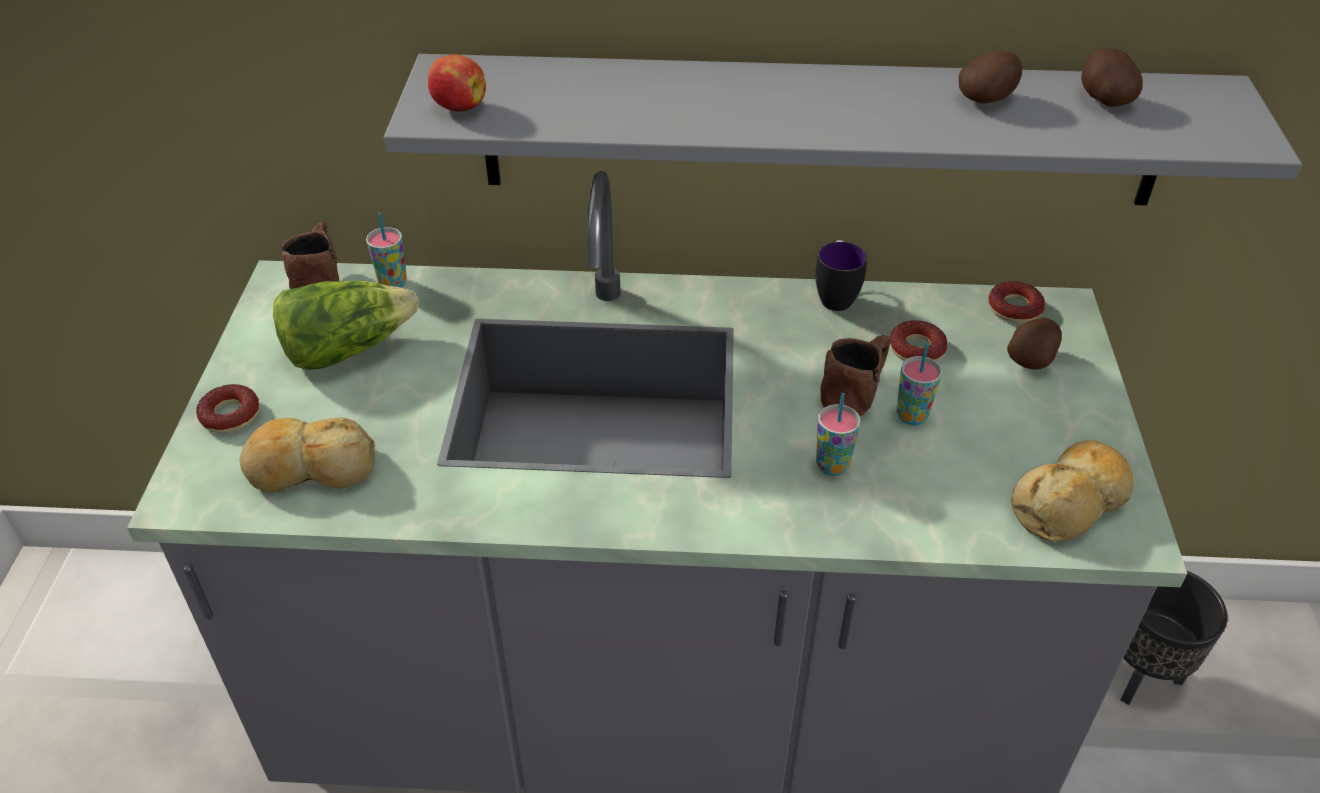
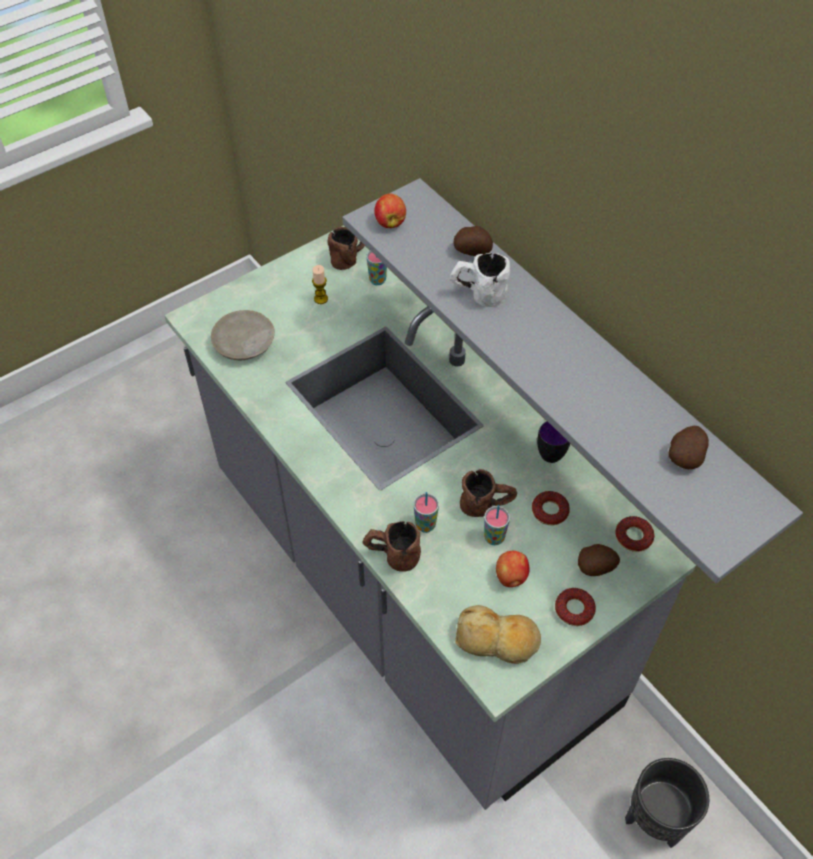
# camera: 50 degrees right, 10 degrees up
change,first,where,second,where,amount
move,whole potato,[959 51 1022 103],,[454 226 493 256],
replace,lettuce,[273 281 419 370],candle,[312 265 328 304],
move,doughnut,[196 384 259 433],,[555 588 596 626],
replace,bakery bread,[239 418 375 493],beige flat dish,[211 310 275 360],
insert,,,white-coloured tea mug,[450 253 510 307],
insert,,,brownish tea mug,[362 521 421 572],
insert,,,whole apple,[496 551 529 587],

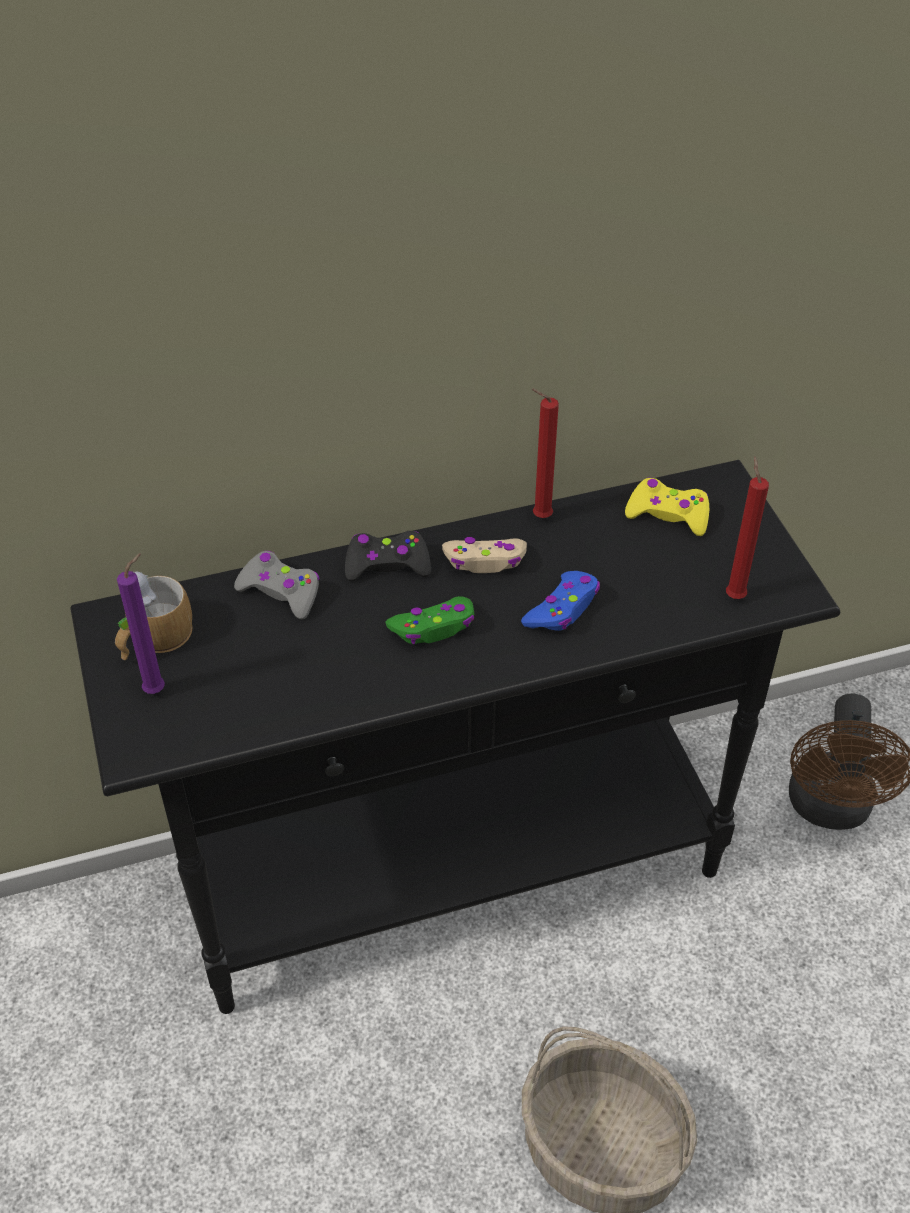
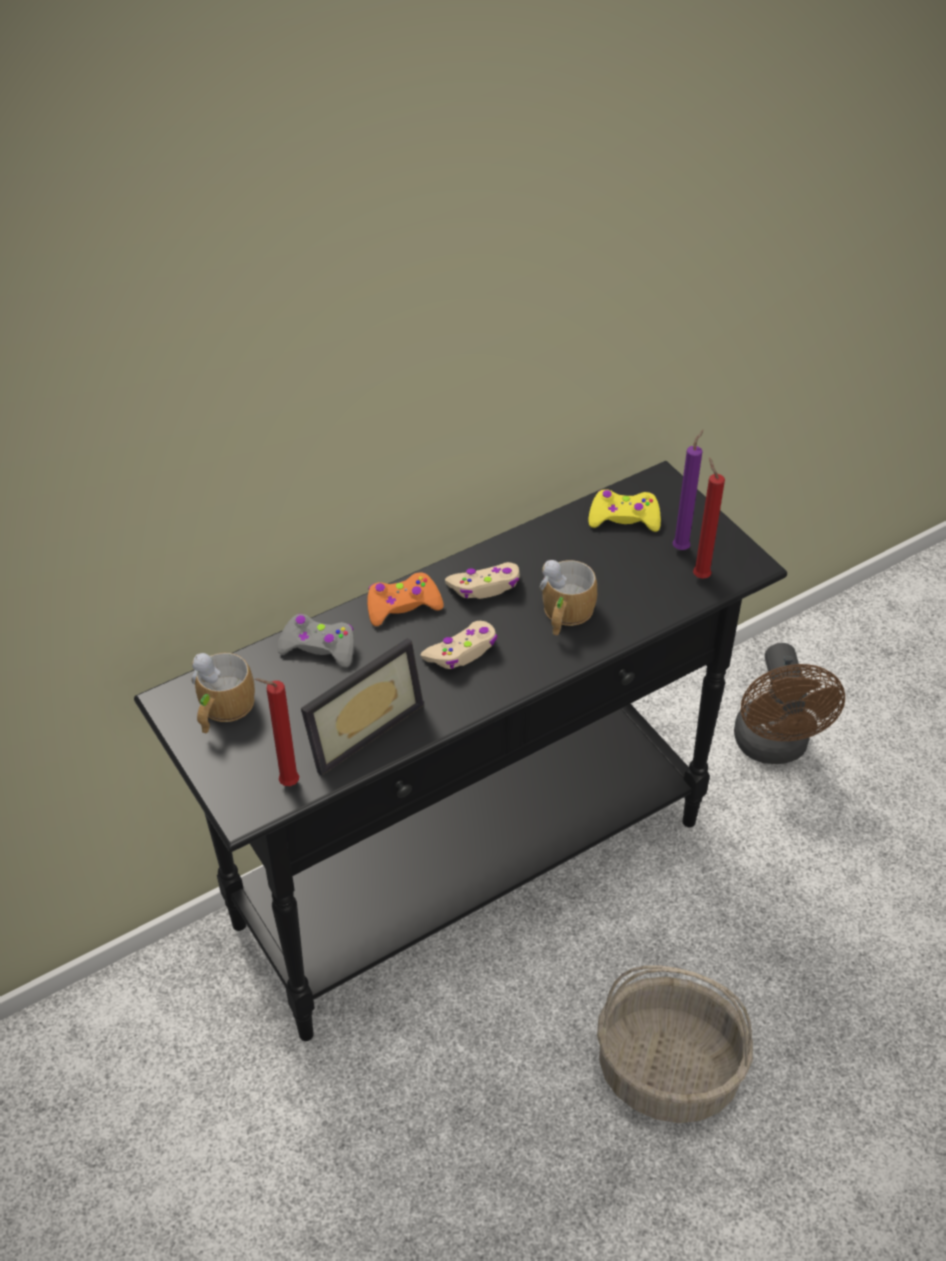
# camera: 15 degrees left, 0 degrees up
change,first,where,second,where,amount
move,red-coloured candle,[532 389 559 518],,[255 678 299 786],
recolor,blackish game controller,[345 531 431 581],orange game controller,[367 572 444 626],
move,purple candle,[117 553 165 694],,[673 430 703 550],
replace,blue-coloured game controller,[521 571 600 631],tea mug,[540 560 597 635],
recolor,green game controller,[385 596 474 644],beige game controller,[420 621 497 669],
insert,,,photo frame,[301 638 424 776],

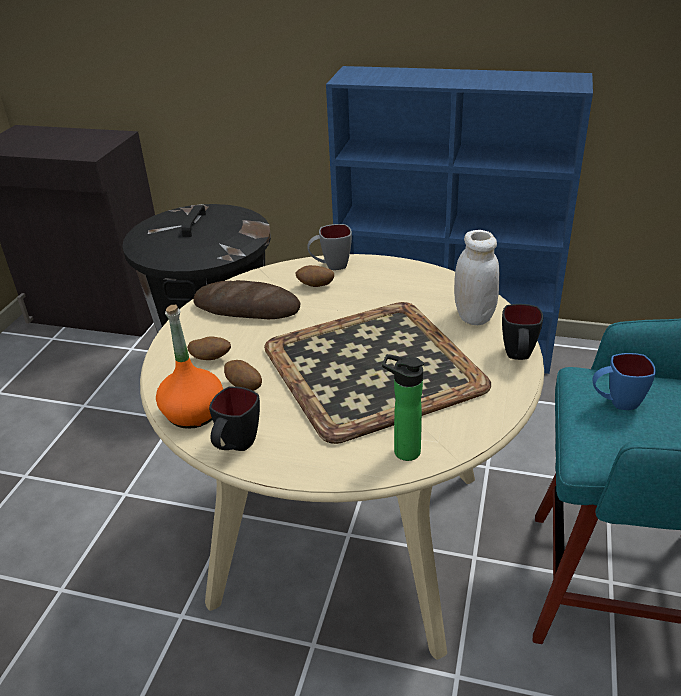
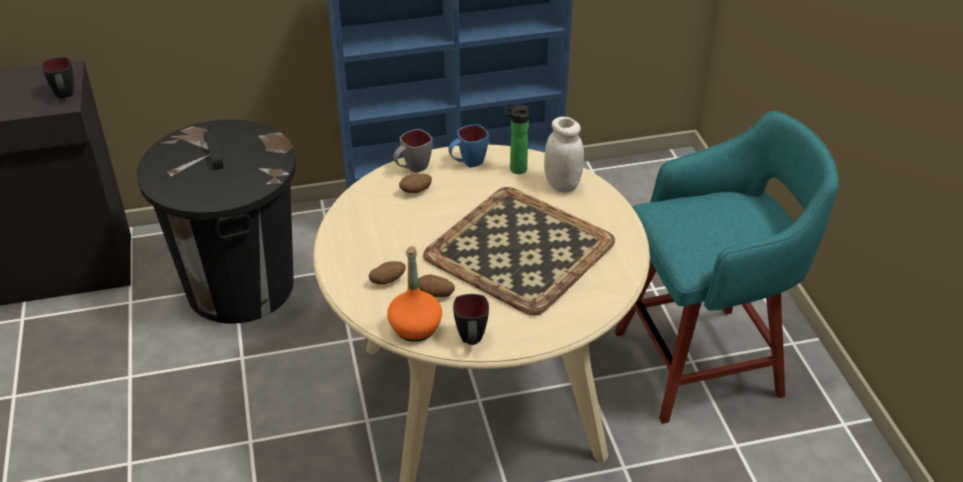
# camera: 30 degrees left, 5 degrees up
change,first,where,second,where,amount
delete,bakery bread,[193 280 300 319],,,
move,blackish tea mug,[502 304 543 360],,[42 57 74 98],
move,blue-coloured tea mug,[592 353 656 410],,[448 124 489 167],
move,drink bottle,[382 354 424 461],,[504 105 530 174],

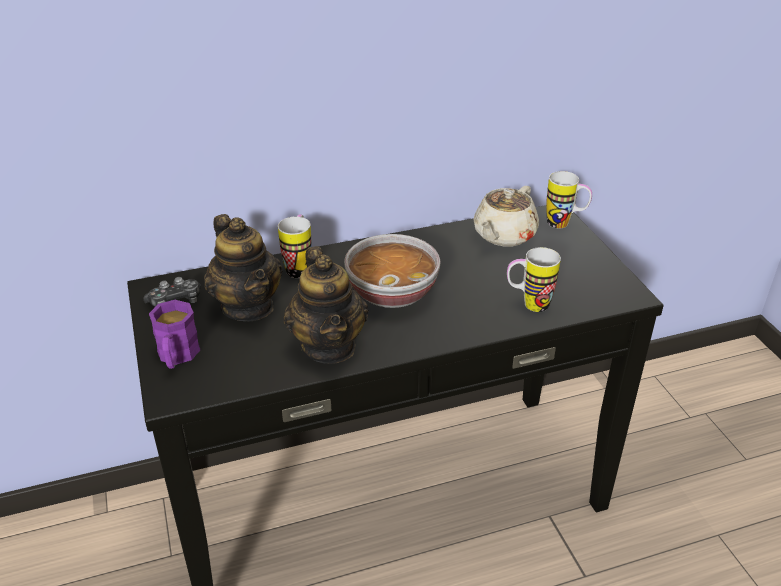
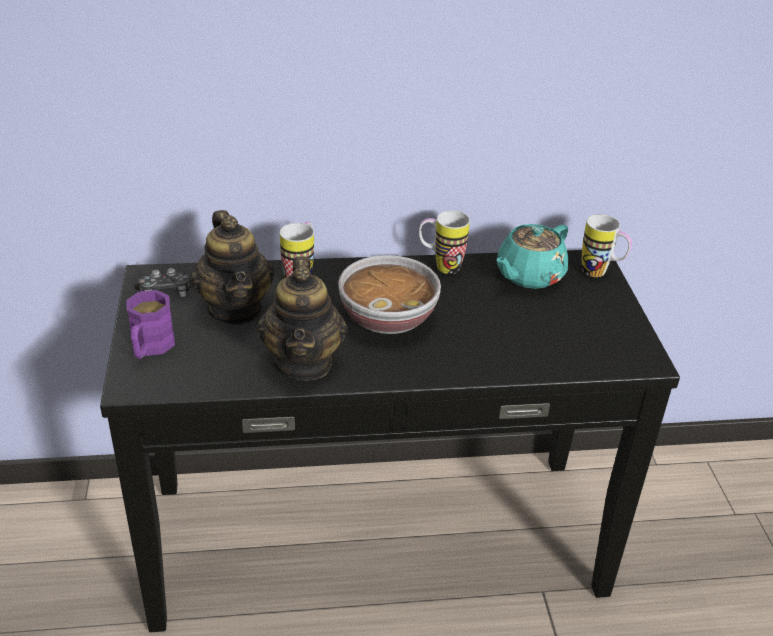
# camera: 10 degrees right, 0 degrees up
change,first,where,second,where,amount
recolor,beige tea pot,[473 186 539 247],turquoise-coloured tea pot,[497 224 568 289],
move,tea mug,[507 247 561 312],,[419 211 470 274],

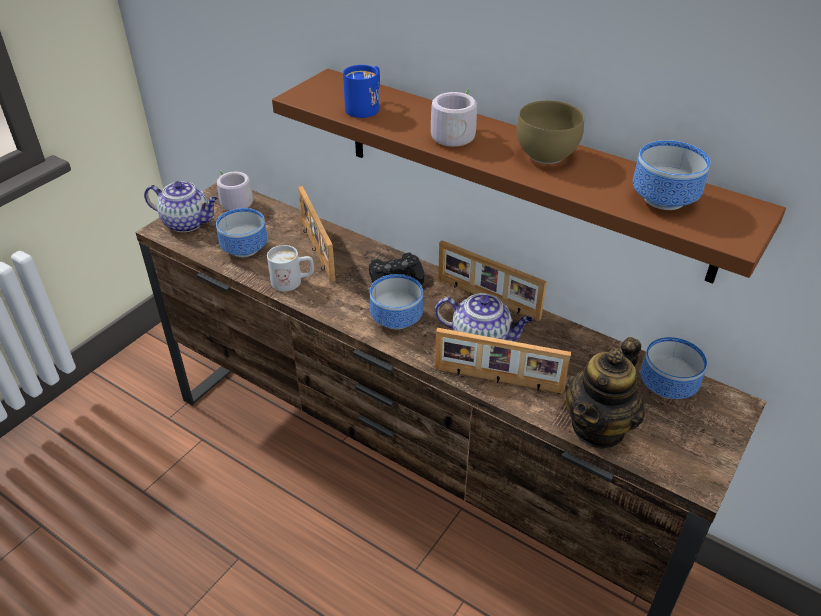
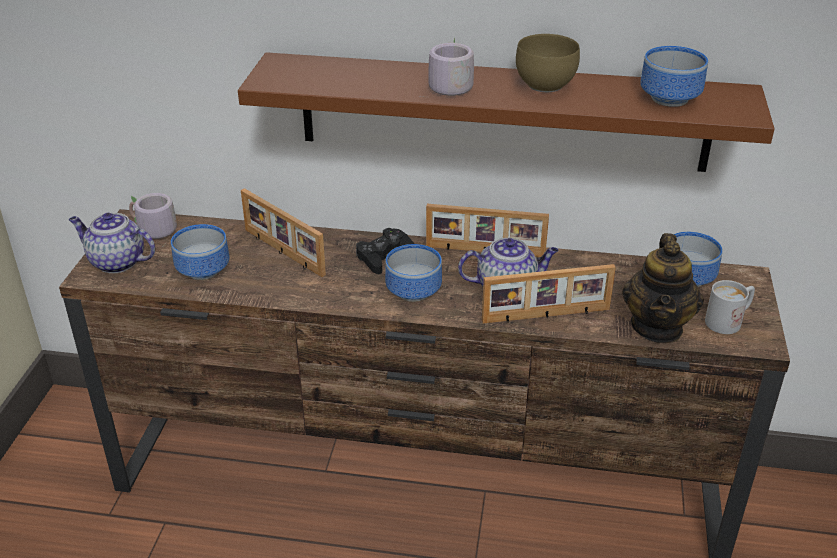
# camera: 25 degrees left, 5 degrees down
change,first,where,second,where,amount
delete,blue-coloured tea mug,[343 65 380 118],,,
rotate,tea pot,[144 181 218 232],,[69 213 155 273],150 degrees counterclockwise
move,white-coloured tea mug,[267 245 314 291],,[705 280 755 334],

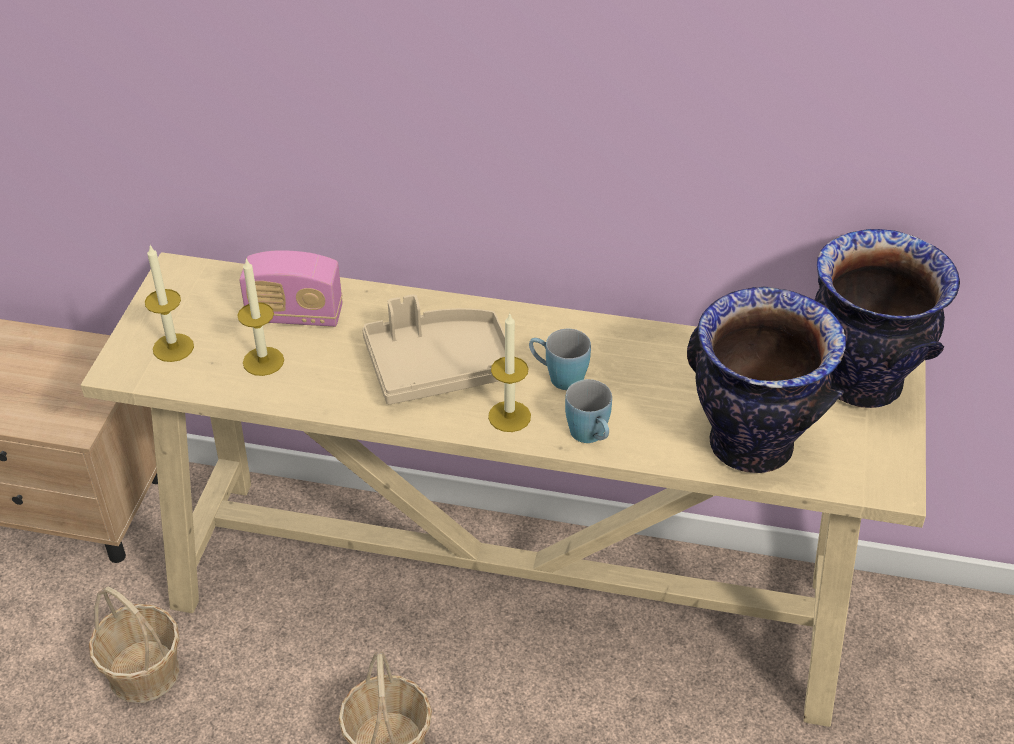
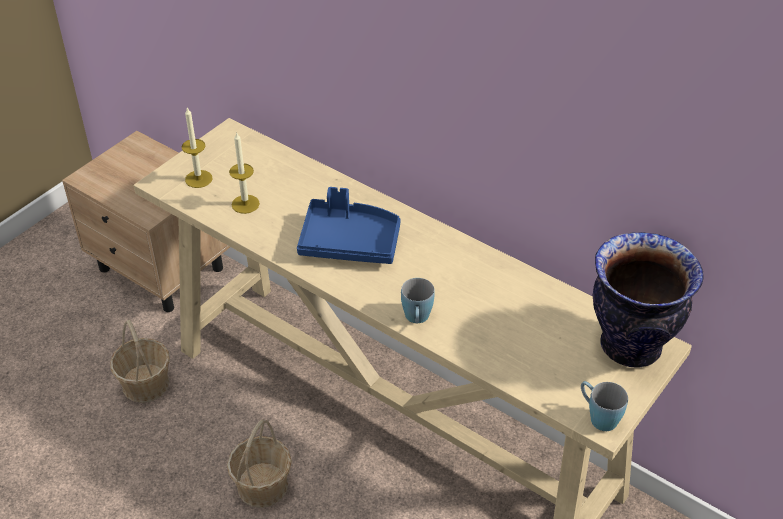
# camera: 25 degrees right, 0 degrees up
change,first,where,second,where,amount
delete,radio set,[239 250 342 327],,,
delete,flower vase,[687 286 846 473],,,
recolor,beige tray,[362 294 515 405],blue-coloured tray,[297 187 401 264],
delete,candle,[488 312 531 432],,,
move,blue-coloured tea mug,[529 329 591 390],,[581 381 628 431],

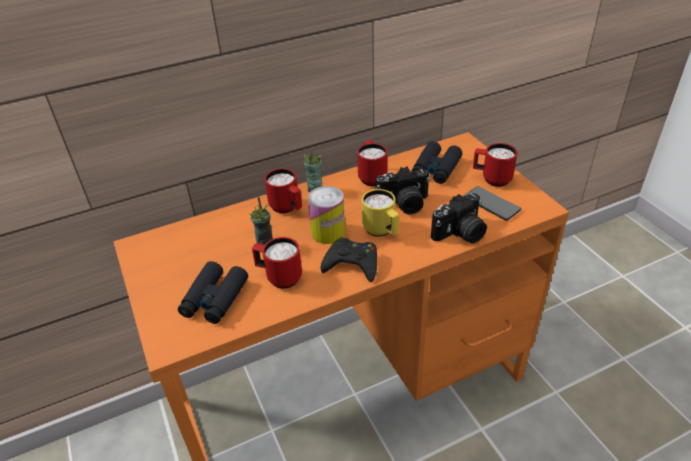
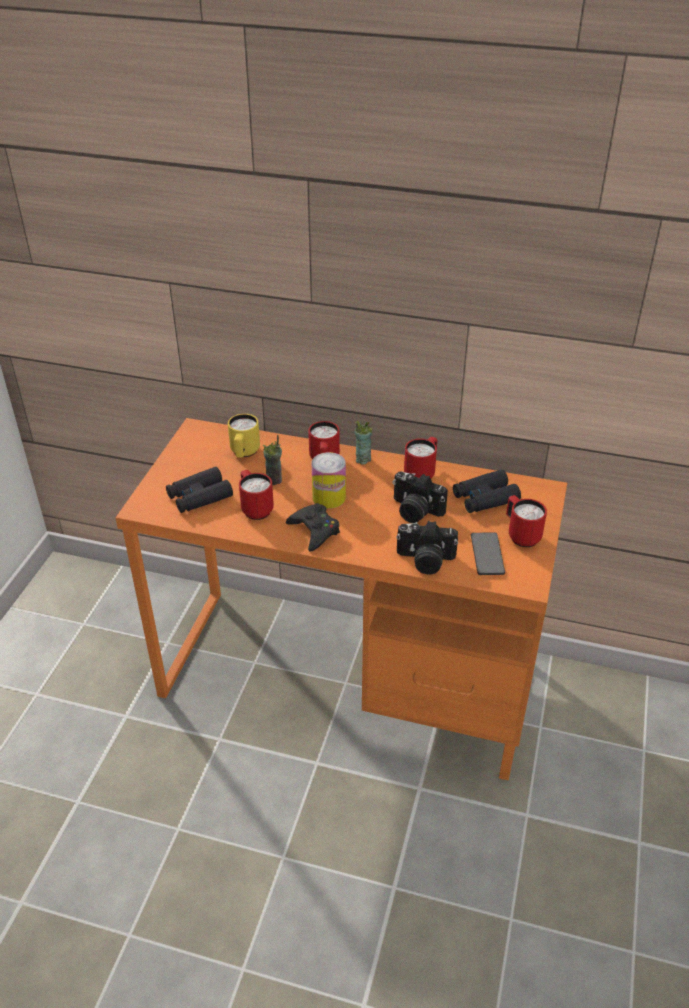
# camera: 40 degrees right, 0 degrees up
change,first,where,second,where,amount
move,yellowish tea mug,[362 189 399 236],,[228 414 260 458],

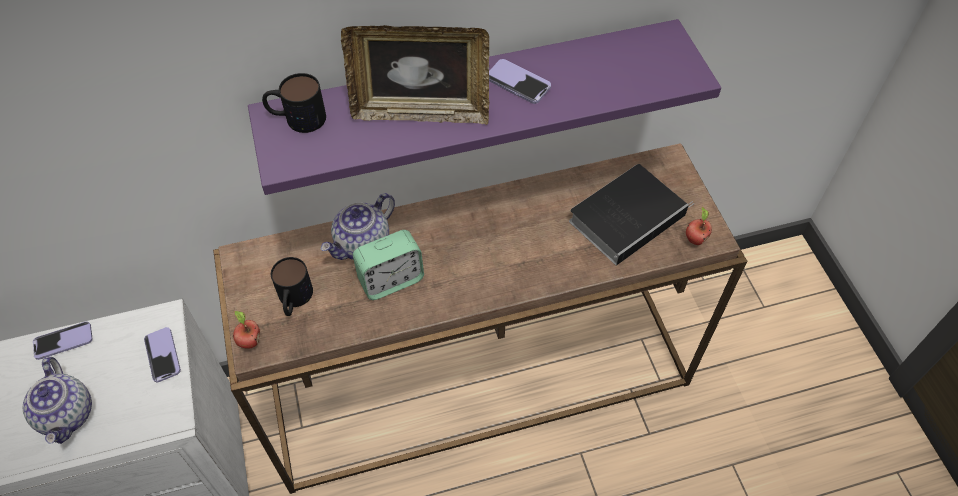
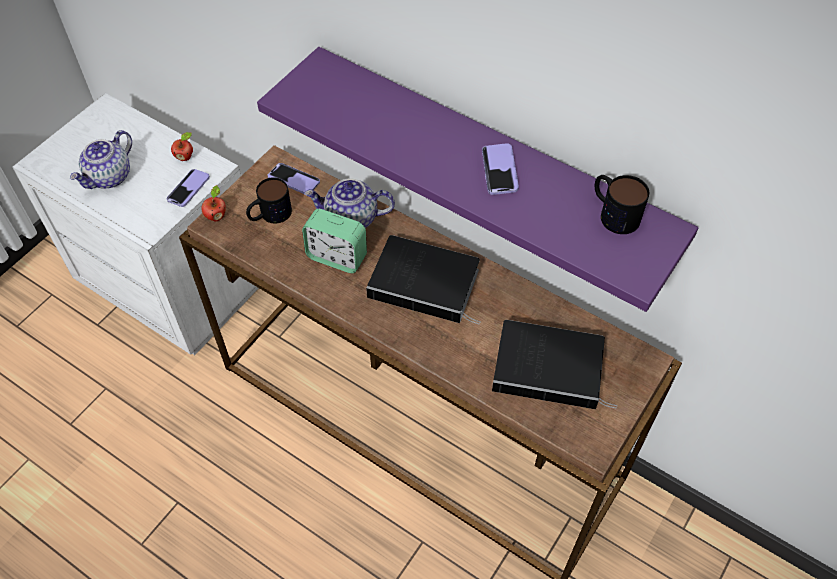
# camera: 50 degrees right, 0 degrees up
change,first,where,second,where,amount
delete,photo frame,[341 25 489 125],,,
move,tea mug,[262 73 326 133],,[595 175 649 234],
move,whole apple,[686 207 712 245],,[171 132 193 161],
move,phone,[33 321 92 360],,[268 163 320 194],
insert,,,volume,[366 235 481 325],

